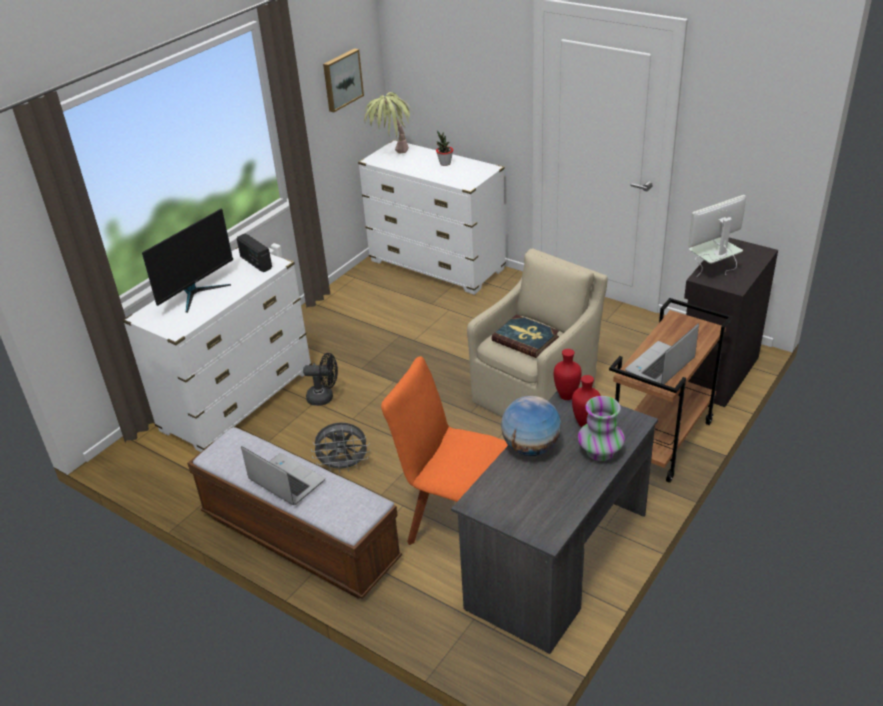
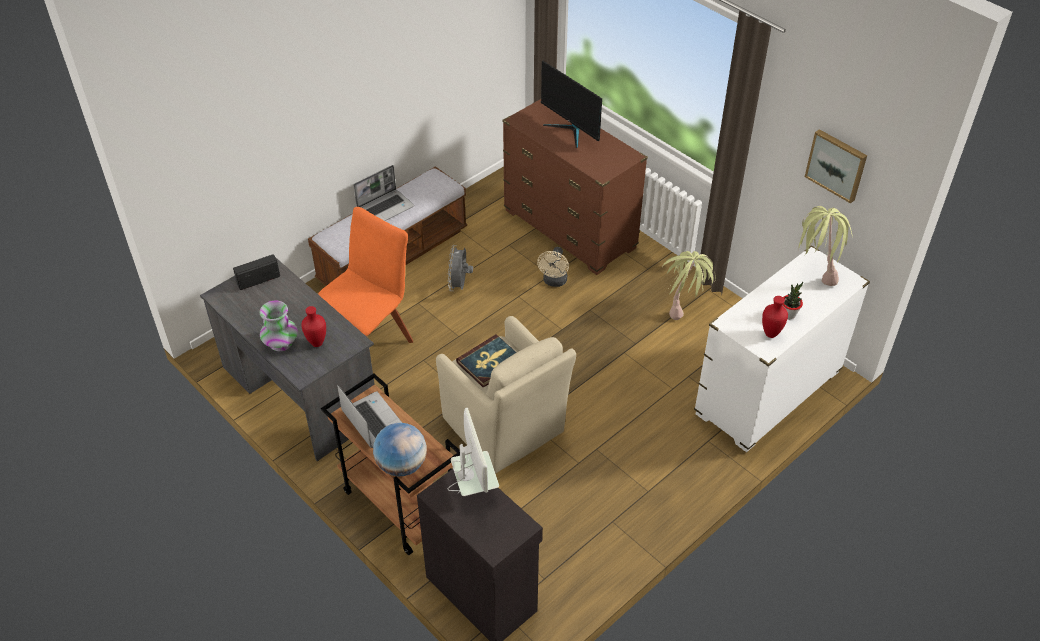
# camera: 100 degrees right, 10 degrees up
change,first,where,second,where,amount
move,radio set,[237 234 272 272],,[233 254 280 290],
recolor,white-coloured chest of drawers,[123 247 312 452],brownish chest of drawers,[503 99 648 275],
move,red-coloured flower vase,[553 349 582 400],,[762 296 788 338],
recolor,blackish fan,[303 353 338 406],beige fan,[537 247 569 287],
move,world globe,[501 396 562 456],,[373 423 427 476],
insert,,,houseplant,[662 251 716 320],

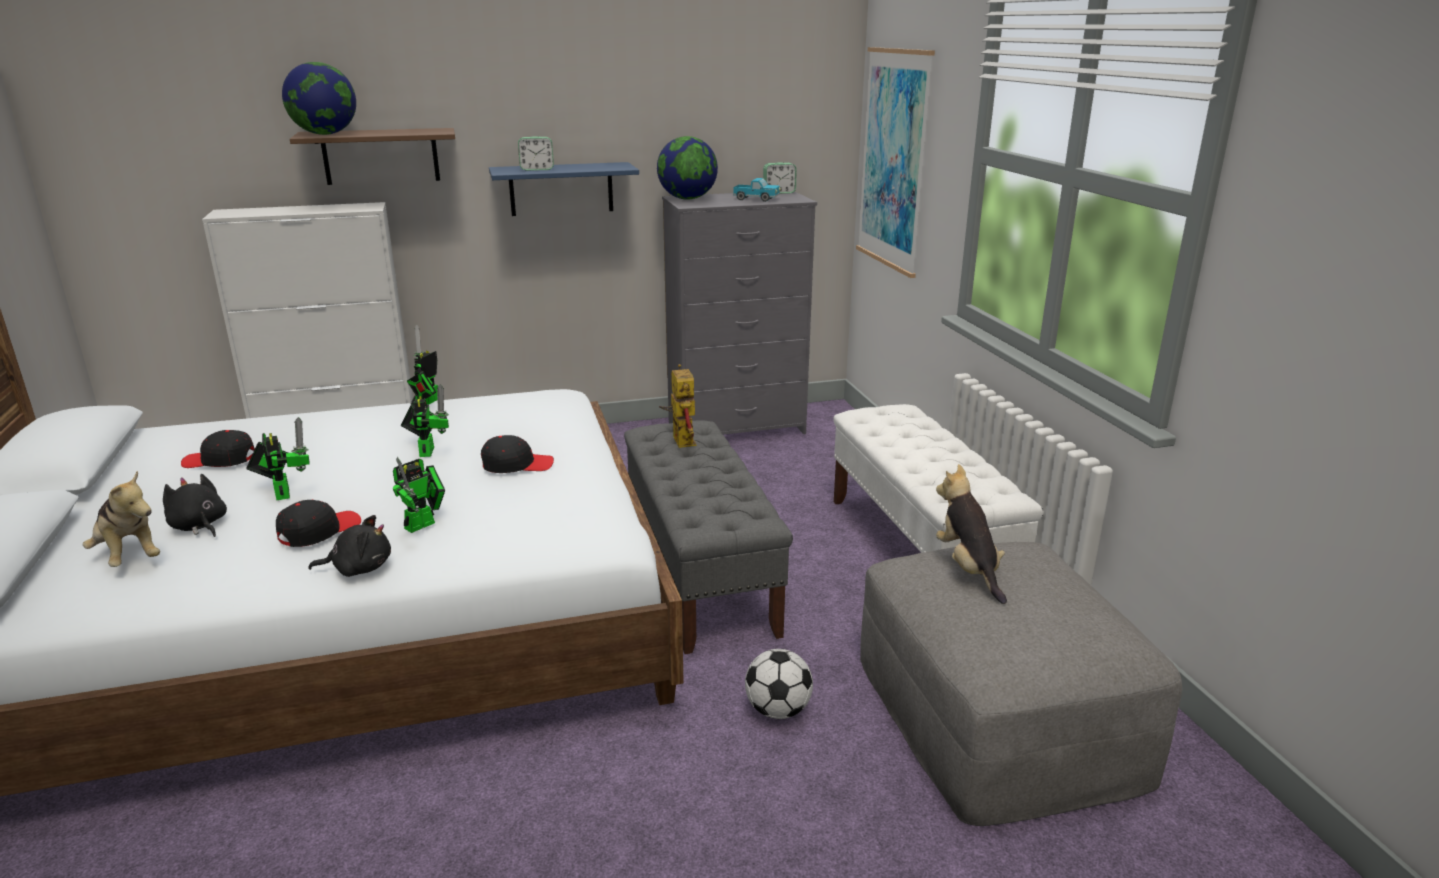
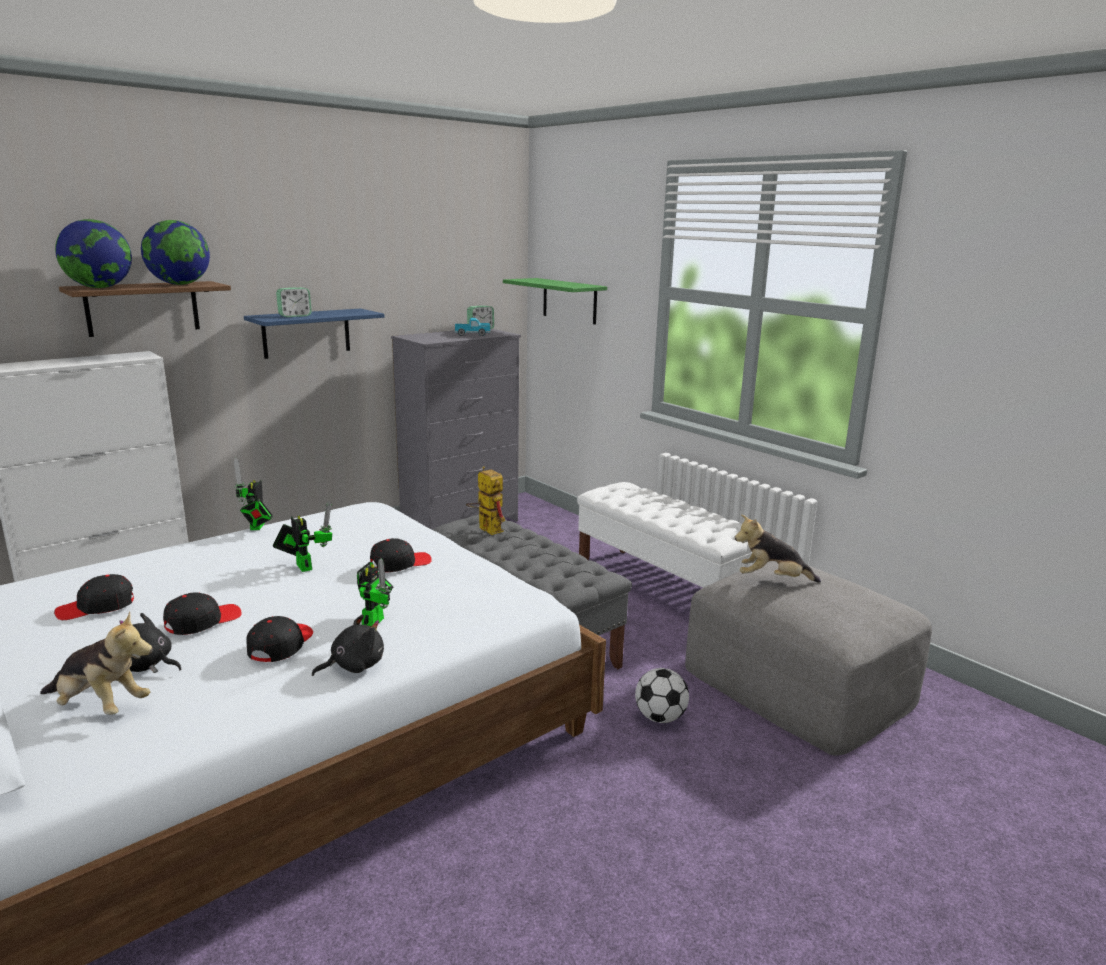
# camera: 25 degrees left, 5 degrees down
change,first,where,second,where,amount
replace,wall picture,[856 47 935 278],green bracket shelf,[503 278 607 324],
move,world globe,[657 136 718 200],,[141 220 210 285],
replace,toy robot,[246 417 310 500],blackish cap,[163 592 242 635],
rotate,soft toy,[936 464 1007 604],,[735 514 821 583],45 degrees counterclockwise

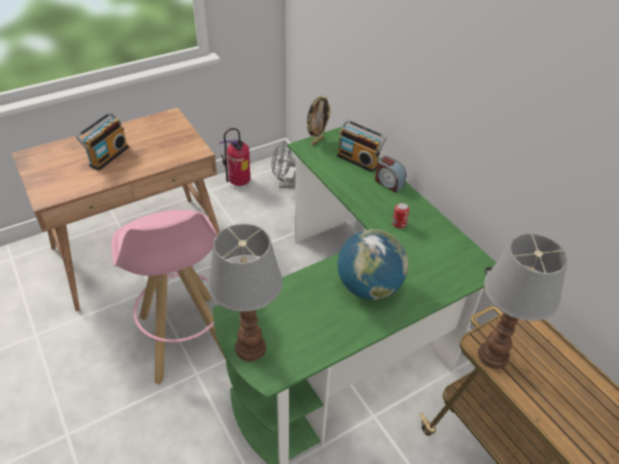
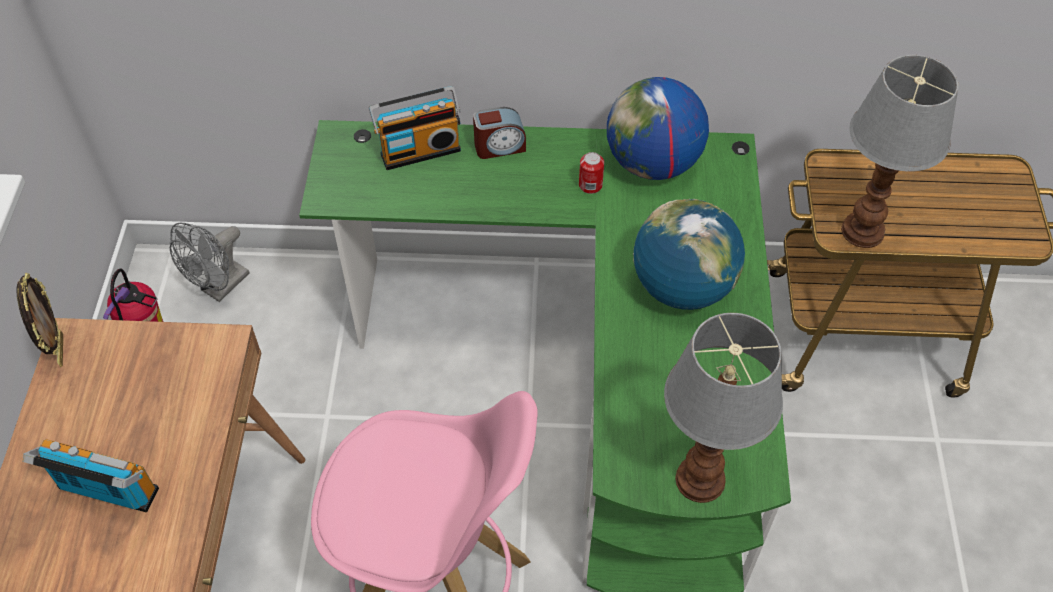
# camera: 55 degrees left, 10 degrees up
change,first,where,second,where,amount
move,photo frame,[307 96 331 145],,[16 273 63 368],
rotate,radio set,[76 112 129 171],,[23 439 159 512],45 degrees counterclockwise
insert,,,world globe,[607 77 709 180],

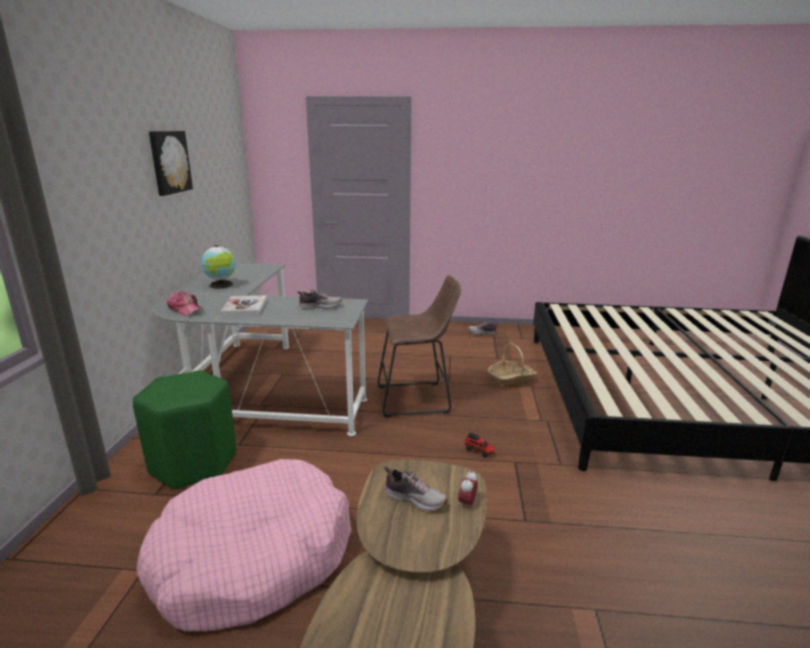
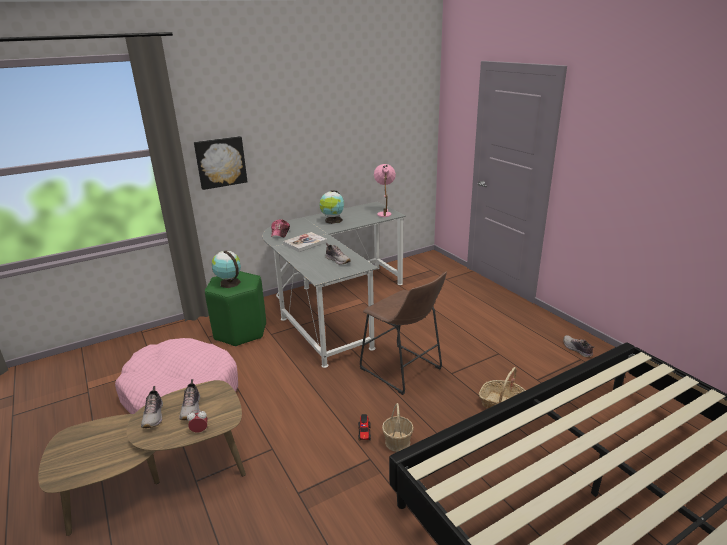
# camera: 55 degrees right, 5 degrees up
change,first,where,second,where,amount
move,wall picture,[149 131 193 196],,[194 136 248 190],
insert,,,pinkish tabletop lamp,[374 164 396 217],
insert,,,world globe,[212 251 241 288],
insert,,,item of footwear,[141 386 163 428],
insert,,,basket,[382 403 414 452],

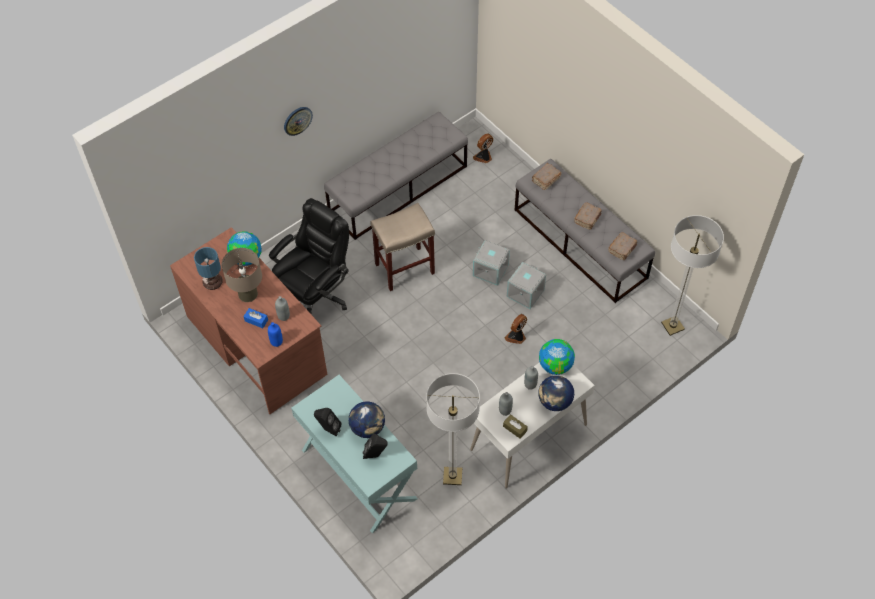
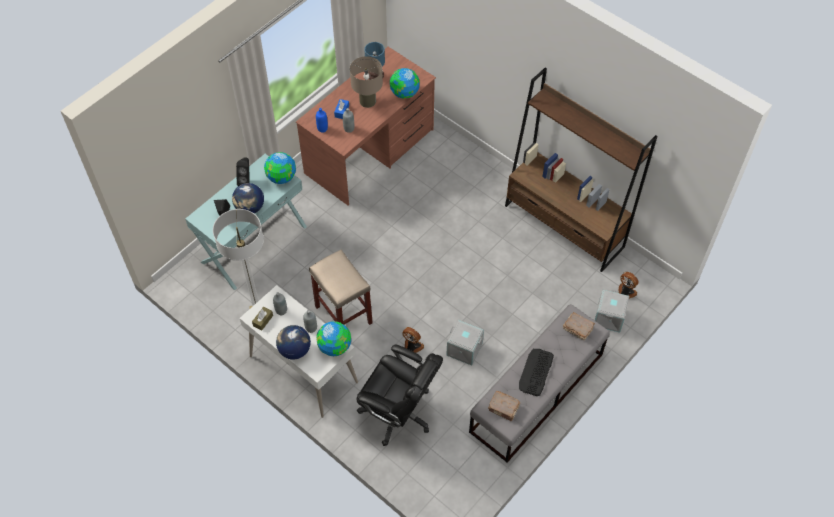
# camera: 80 degrees right, 0 degrees up
change,first,where,second,where,amount
delete,hanging clock,[284 107 313 136],,,
replace,greyish long seat,[324 112 468 240],brownish bookshelf,[505 67 657 272],
move,blackish desk chair,[269 198 349 314],,[357 344 443 446],
replace,brownish volume,[574 202 602 230],PC keyboard,[519 349 554 396],
move,beige sitting stool,[370 203 435 291],,[309 250 373 325],
delete,standing lamp,[661 215 724 336],,,
move,greyish storage container,[473 240 510 286],,[595 289 629 333],
insert,,,world globe,[264 152 296 184],

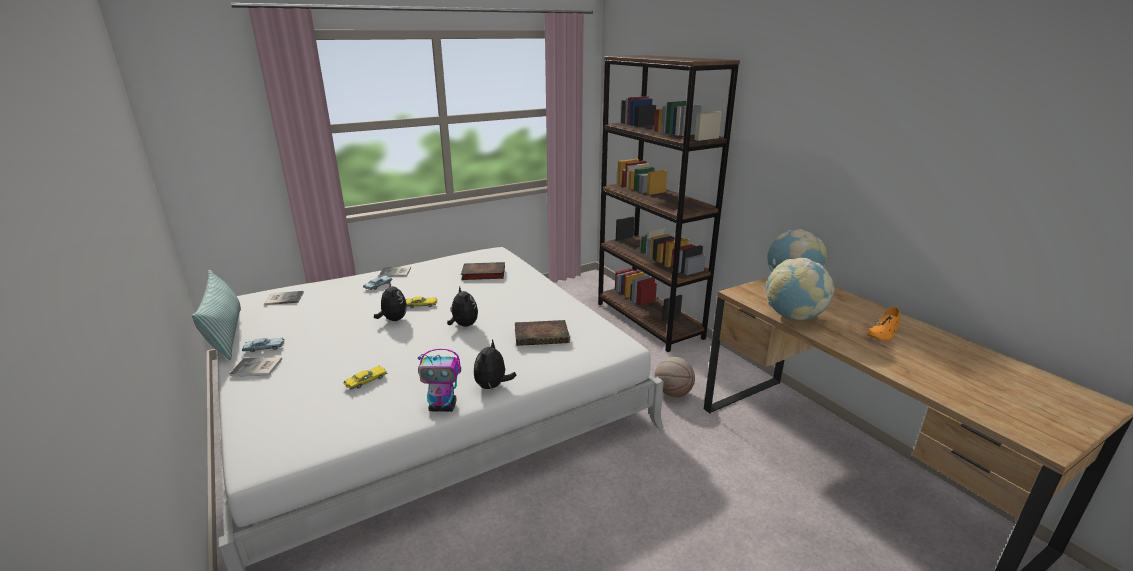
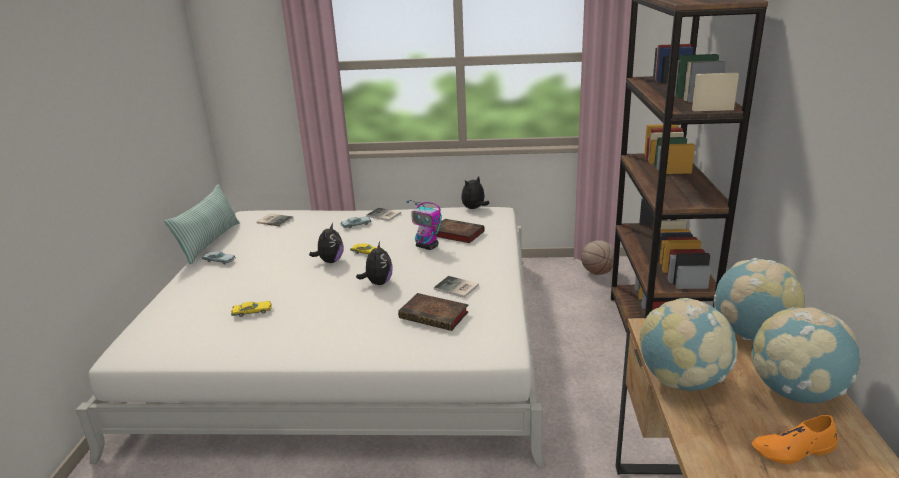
# camera: 35 degrees right, 0 degrees up
change,first,where,second,where,amount
move,soft toy,[474 339 517 389],,[461 176 490 209],
move,toy robot,[418 349 461 412],,[407 200 442 250],
move,volume,[229 357 282 376],,[434 276 479 298],
move,basketball,[655 357 695 397],,[581 240 614 275],
insert,,,world globe,[751 307 861 403],

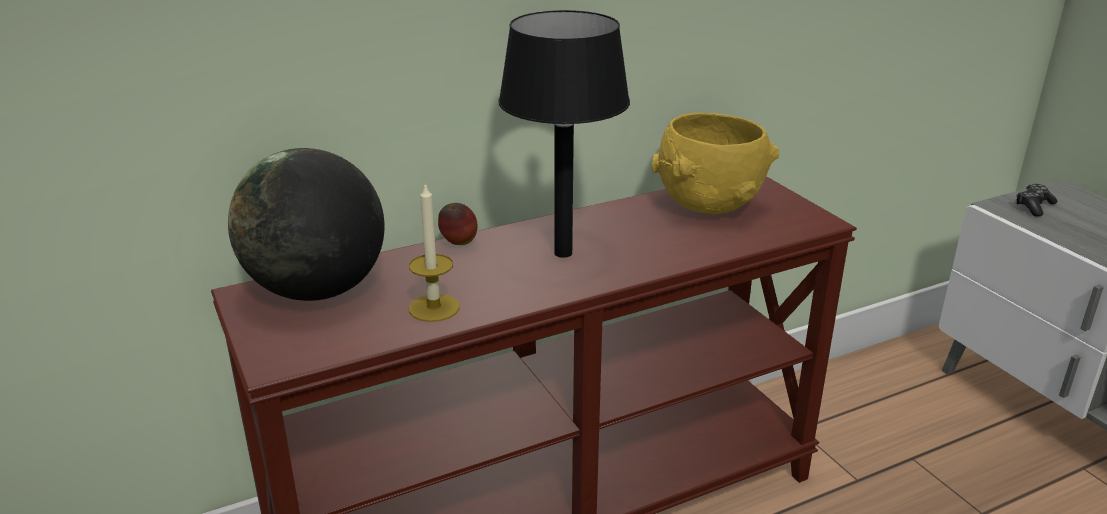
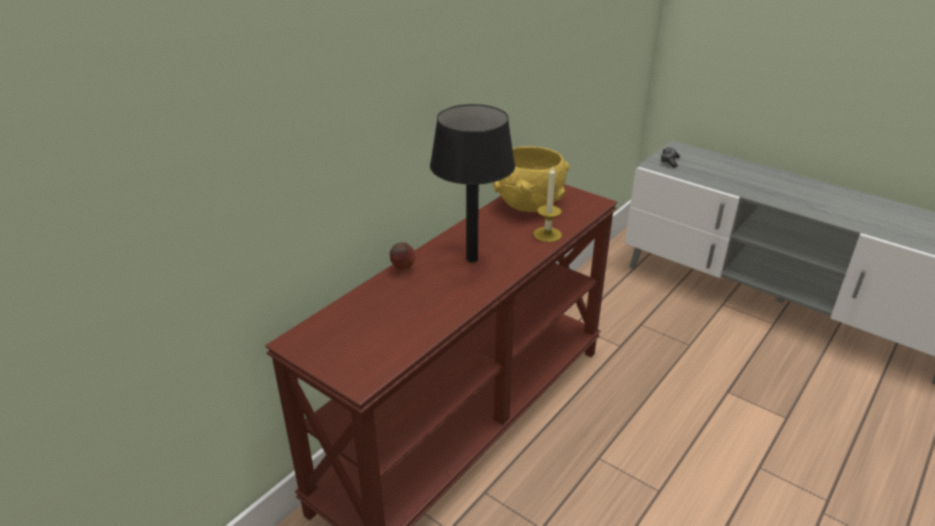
# camera: 25 degrees left, 5 degrees up
change,first,where,second,where,amount
delete,world globe,[228 148 385 301],,,
move,candle,[409 182 460 322],,[533 166 562 242],

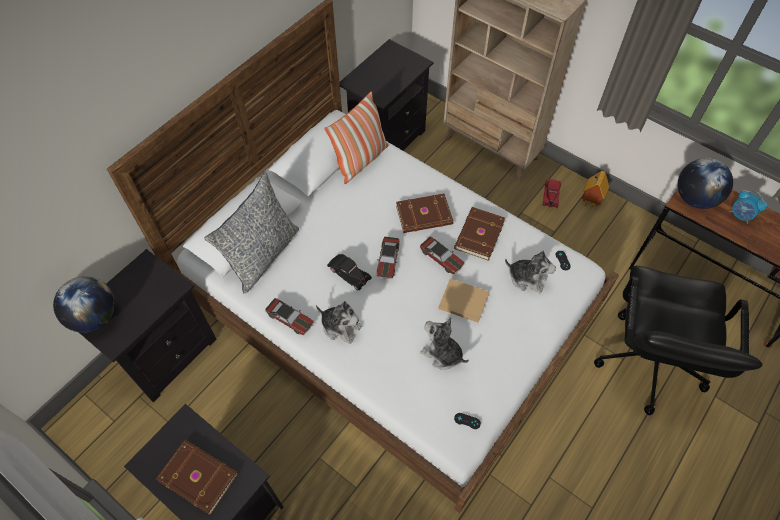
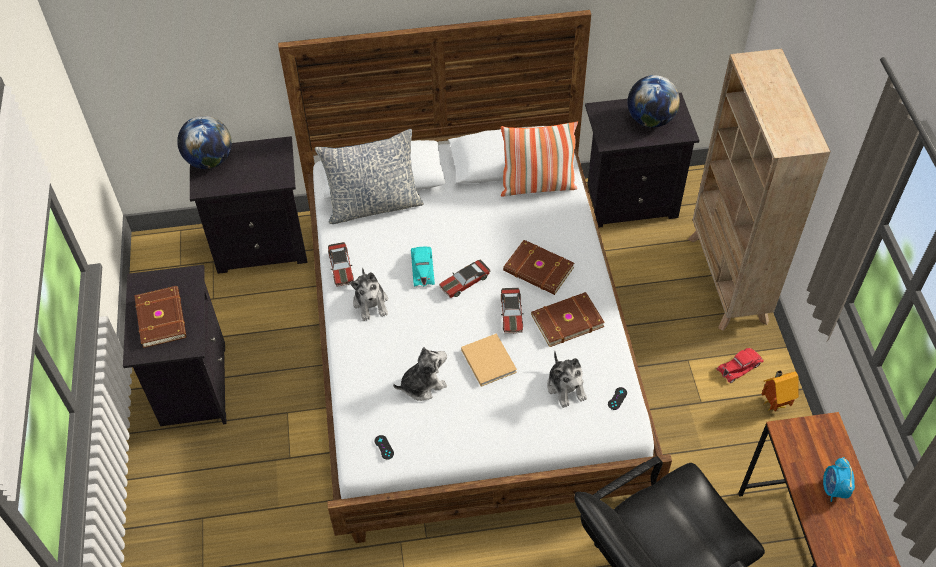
# camera: 45 degrees right, 5 degrees down
change,first,where,second,where,amount
move,world globe,[677 158 733 209],,[628 75 680 128],
recolor,blackish toy car,[327 254 372 290],turquoise-coloured toy car,[411 247 435 286],
rotate,soft toy,[420 317 469 370],,[393 347 447 401],75 degrees clockwise

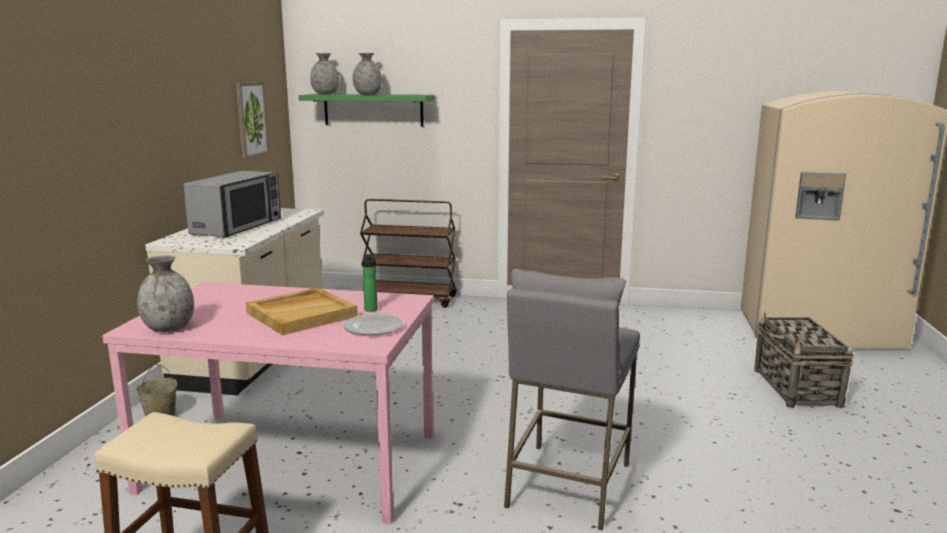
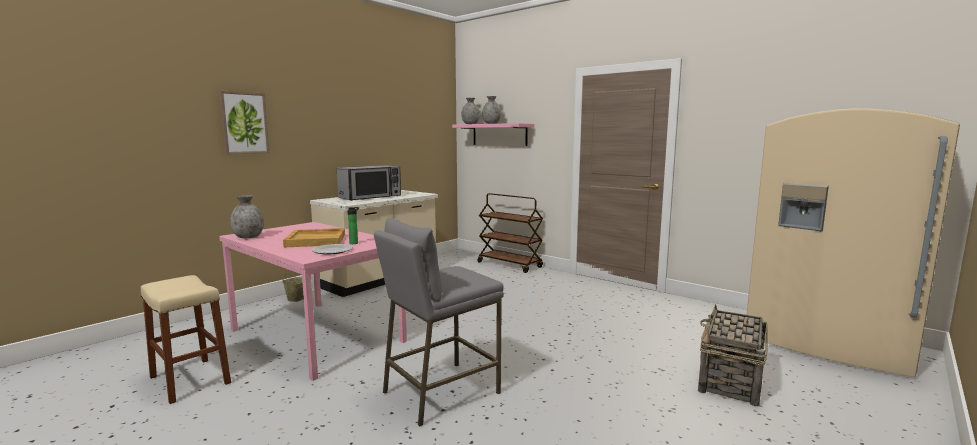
# camera: 30 degrees right, 5 degrees down
change,first,where,second,where,amount
move,wall picture,[236 82 269 159],,[219 91 270 154],
recolor,green bracket shelf,[299 94 434 127],pinkish bracket shelf,[452 123 534 146],

